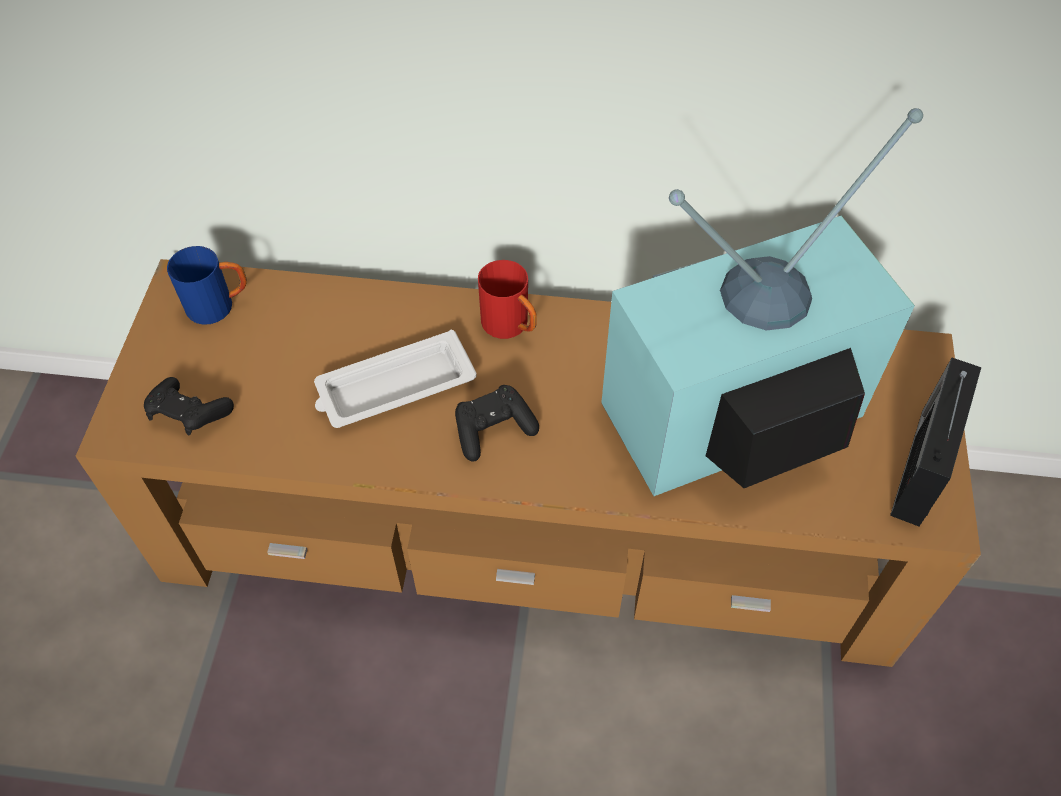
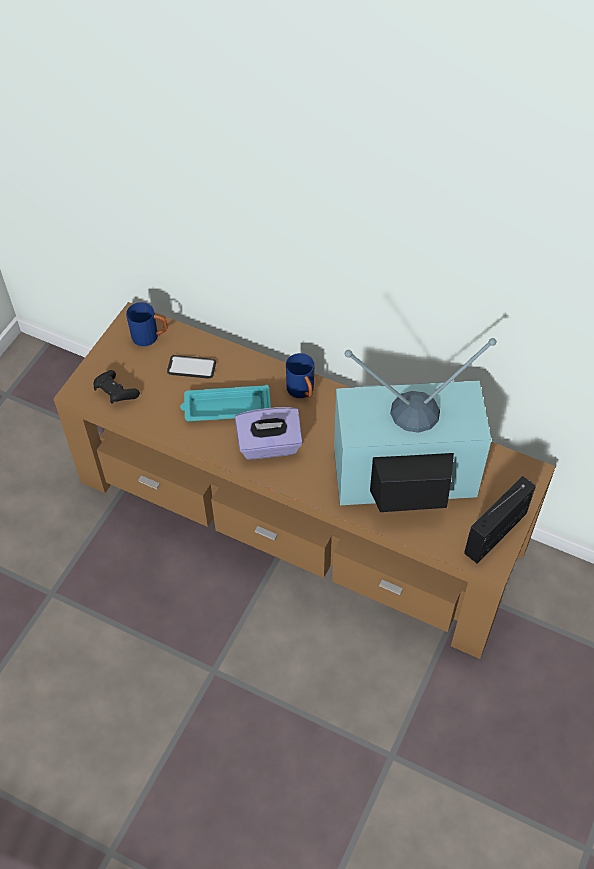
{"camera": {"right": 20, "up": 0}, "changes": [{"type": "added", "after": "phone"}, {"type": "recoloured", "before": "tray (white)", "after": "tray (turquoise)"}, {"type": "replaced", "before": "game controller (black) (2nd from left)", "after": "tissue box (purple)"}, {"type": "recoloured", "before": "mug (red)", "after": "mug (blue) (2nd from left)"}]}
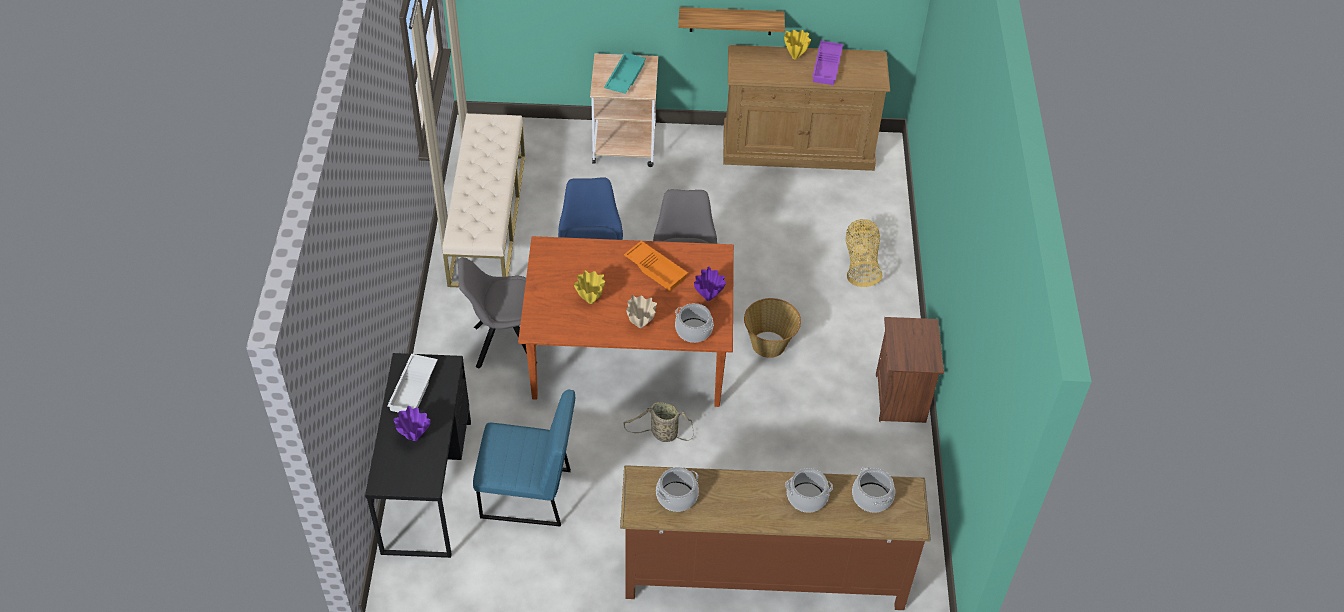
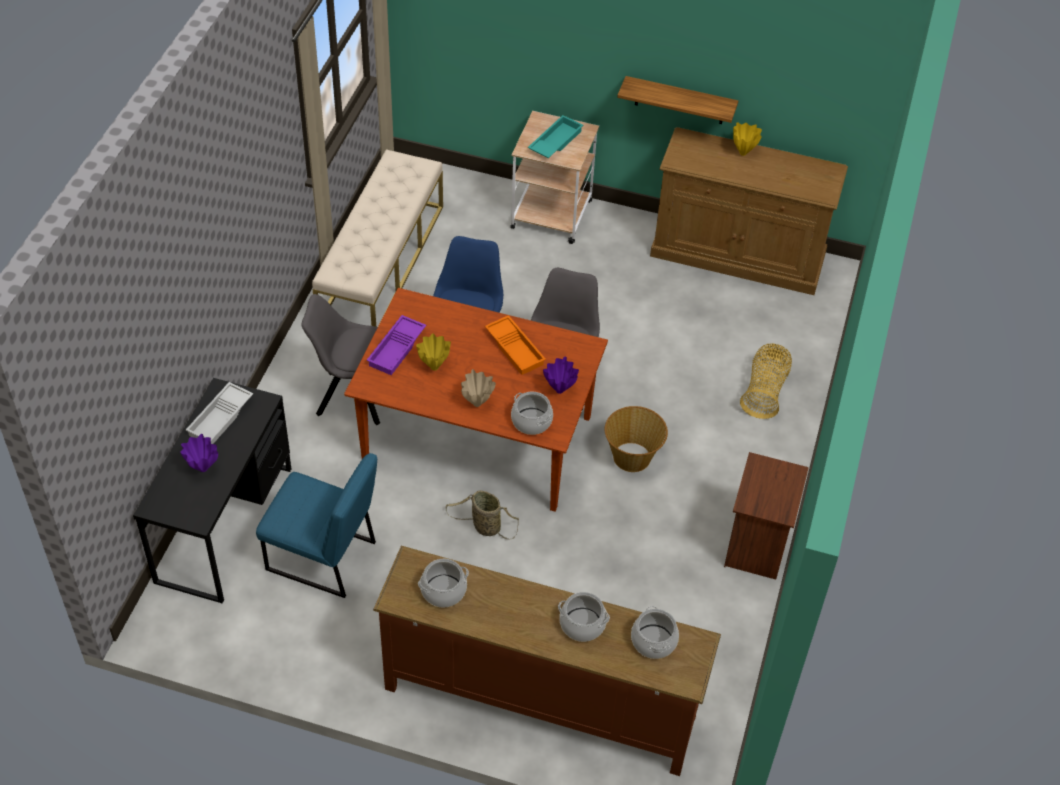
{"camera": {"right": 15, "up": 0}, "changes": [{"type": "moved", "before": "tray (purple)"}]}
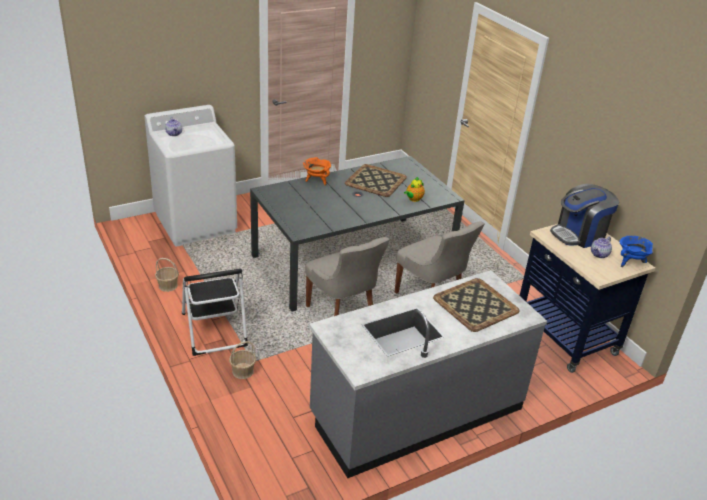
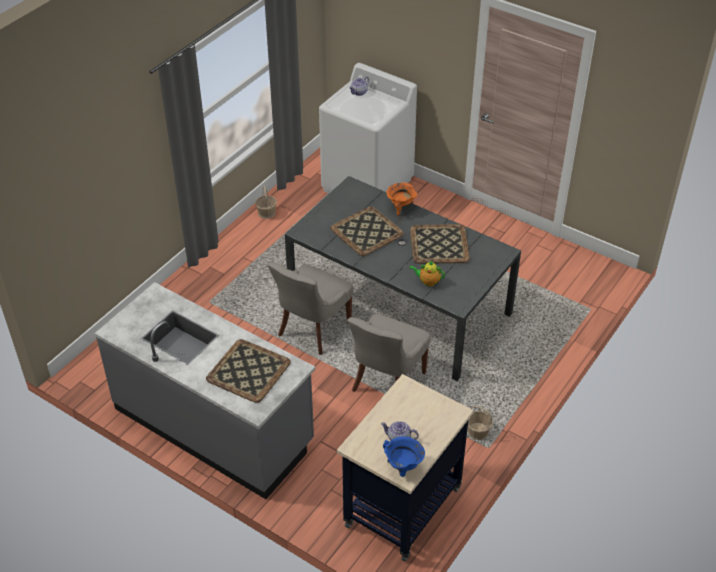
{"camera": {"right": 65, "up": 10}, "changes": [{"type": "added", "after": "tray (2nd from left)"}, {"type": "moved", "before": "basket (2nd from left)"}, {"type": "removed", "before": "step ladder"}, {"type": "removed", "before": "coffee machine"}]}
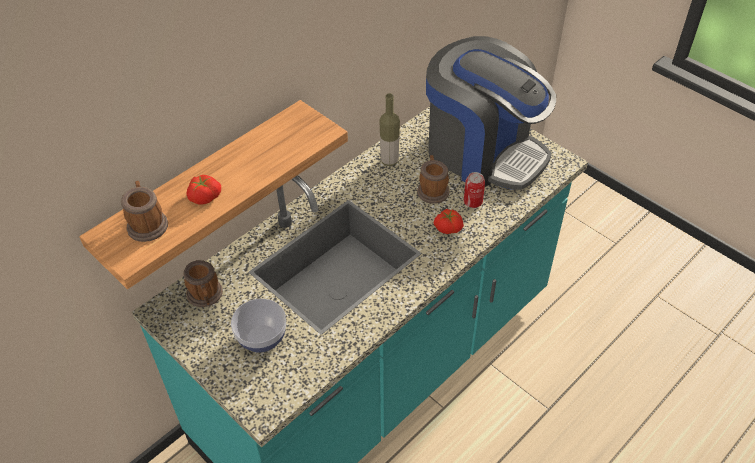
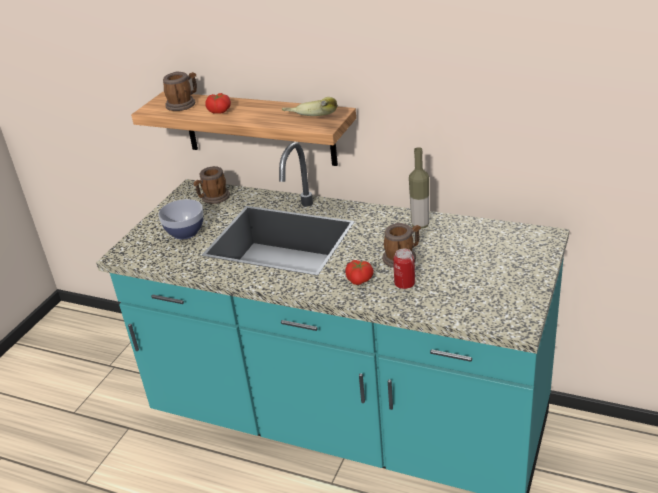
{"camera": {"right": 70, "up": -15}, "changes": [{"type": "added", "after": "banana"}, {"type": "removed", "before": "coffee machine"}]}
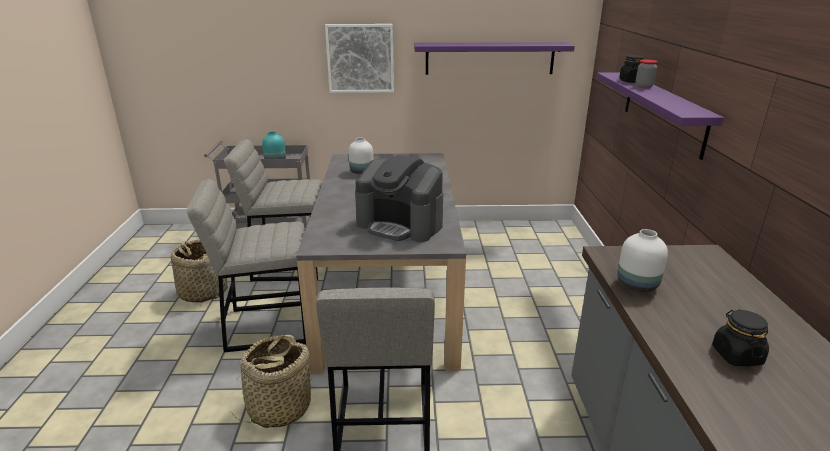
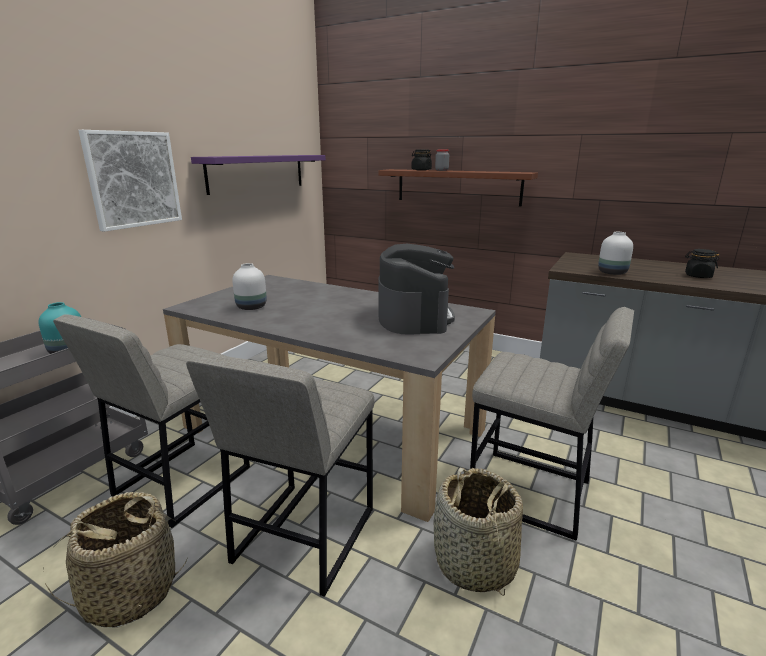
{"camera": {"right": -60, "up": -5}, "changes": [{"type": "recoloured", "before": "shelf (purple) (2nd from left)", "after": "shelf (brown)"}, {"type": "turned", "before": "coffee machine", "turn": -60}]}
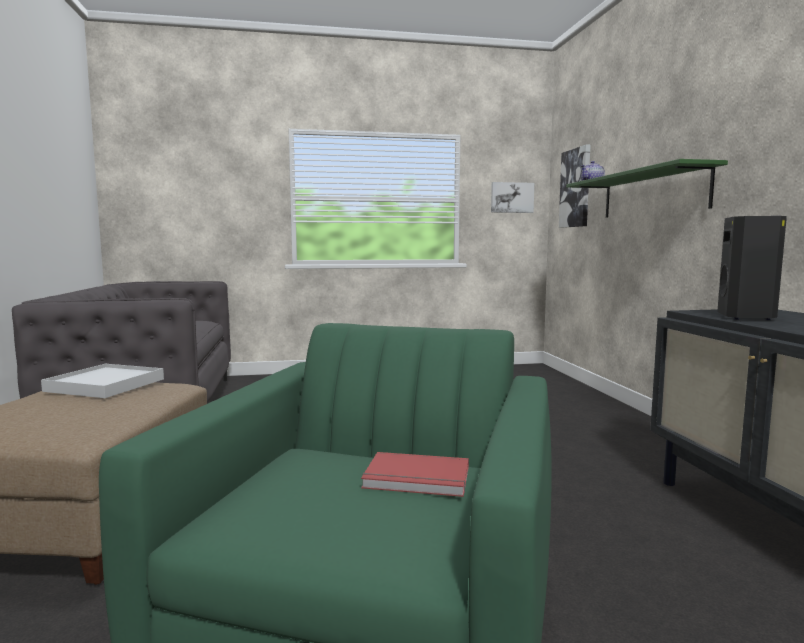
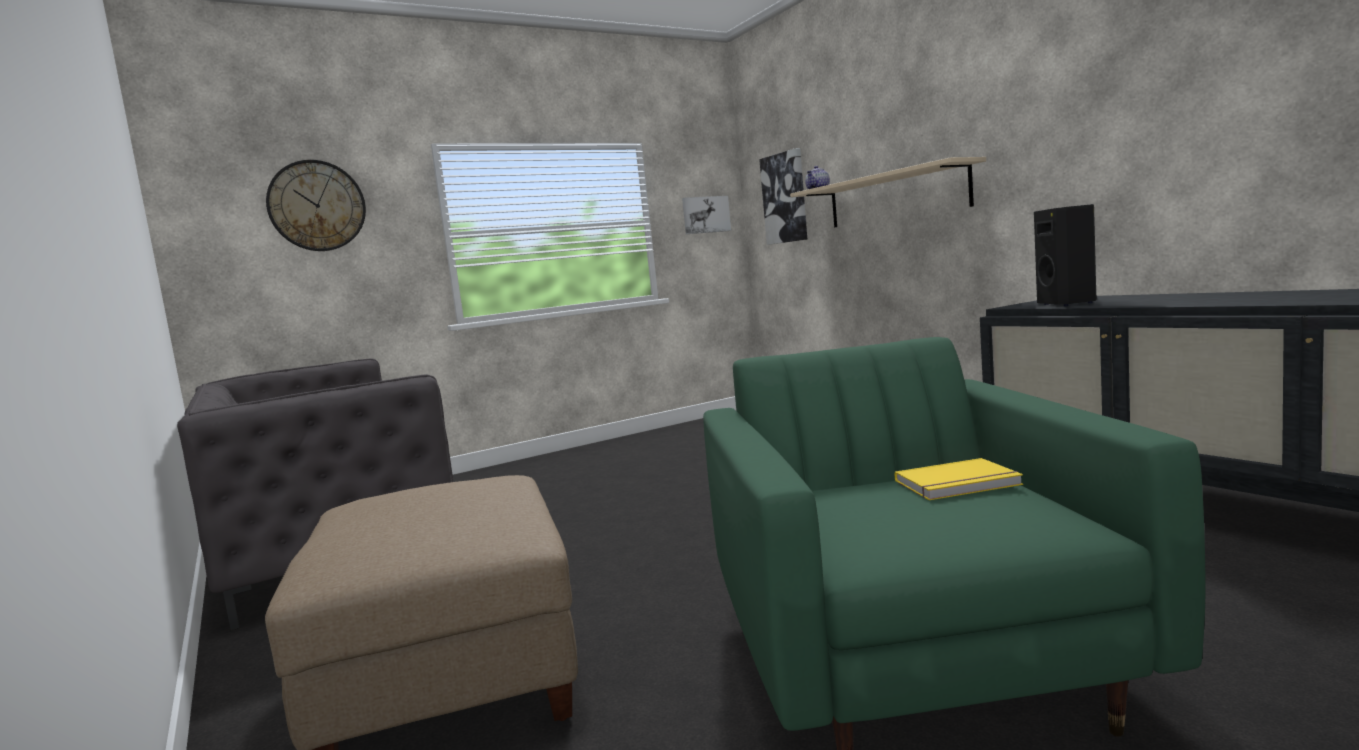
{"camera": {"right": -20, "up": 0}, "changes": [{"type": "added", "after": "wall clock"}, {"type": "recoloured", "before": "shelf (green)", "after": "shelf (beige)"}, {"type": "recoloured", "before": "book (red)", "after": "book (yellow)"}, {"type": "removed", "before": "tray (white)"}]}
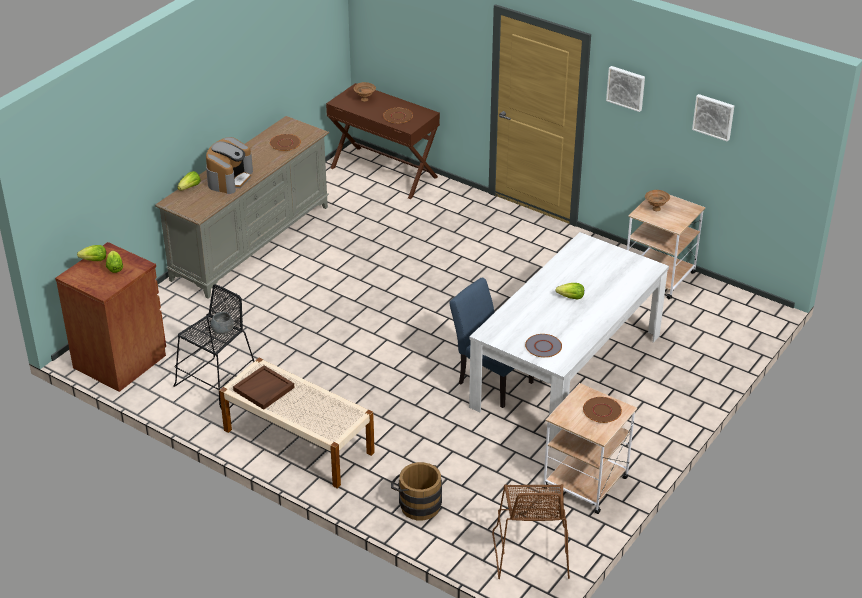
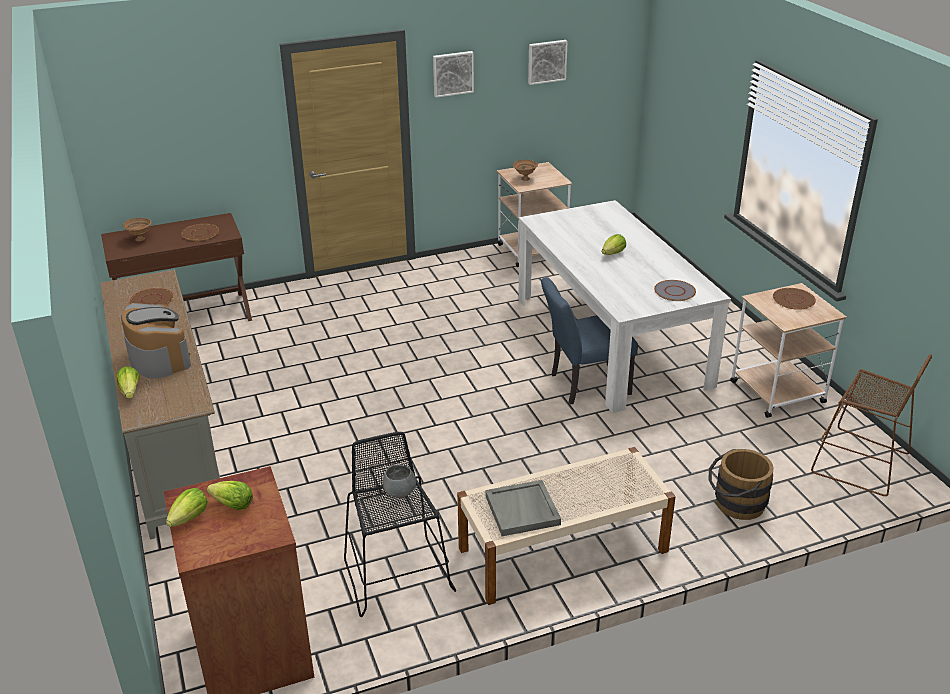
{"camera": {"right": -55, "up": -5}, "changes": [{"type": "recoloured", "before": "tray (brown)", "after": "tray (grey)"}]}
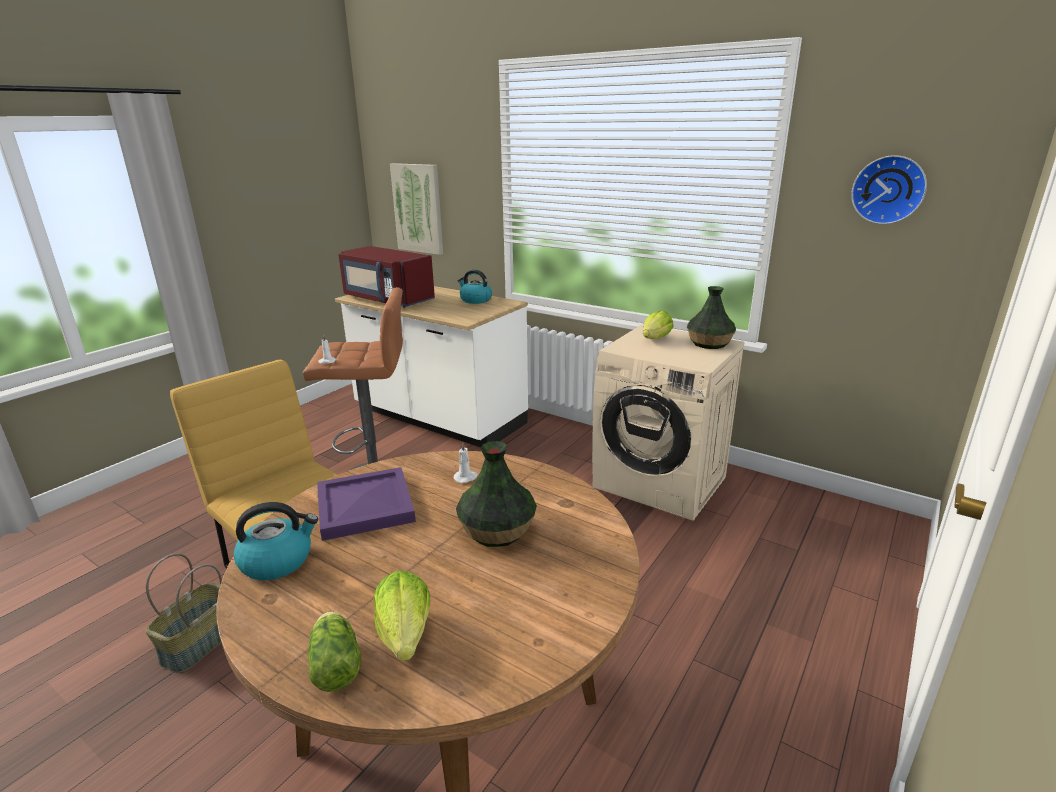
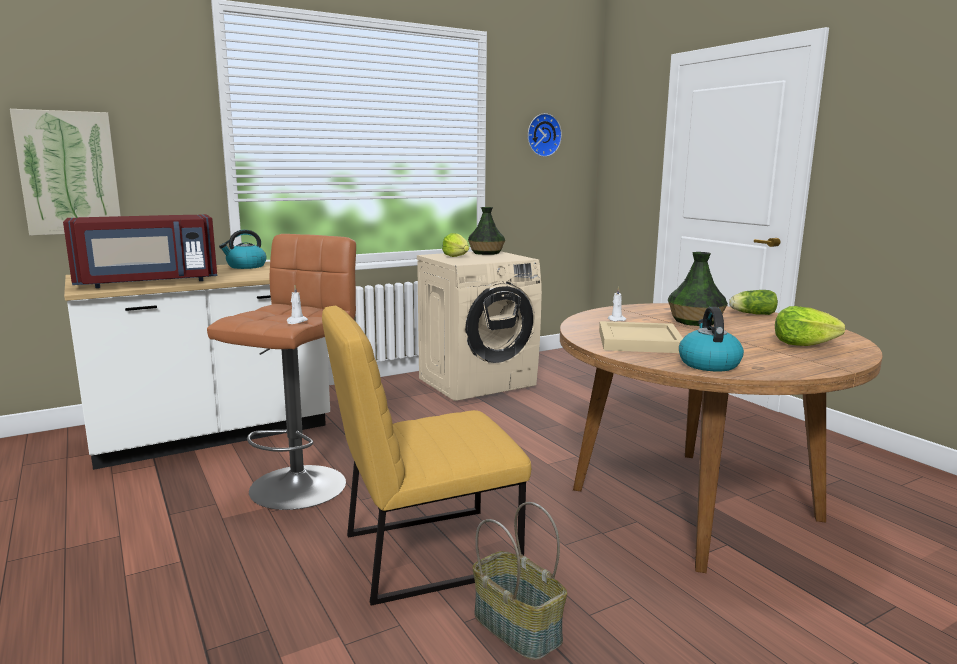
{"camera": {"right": -65, "up": -10}, "changes": [{"type": "recoloured", "before": "tray (purple)", "after": "tray (beige)"}, {"type": "moved", "before": "lettuce (1st from left in the first image)", "after": "lettuce (2nd from left)"}]}
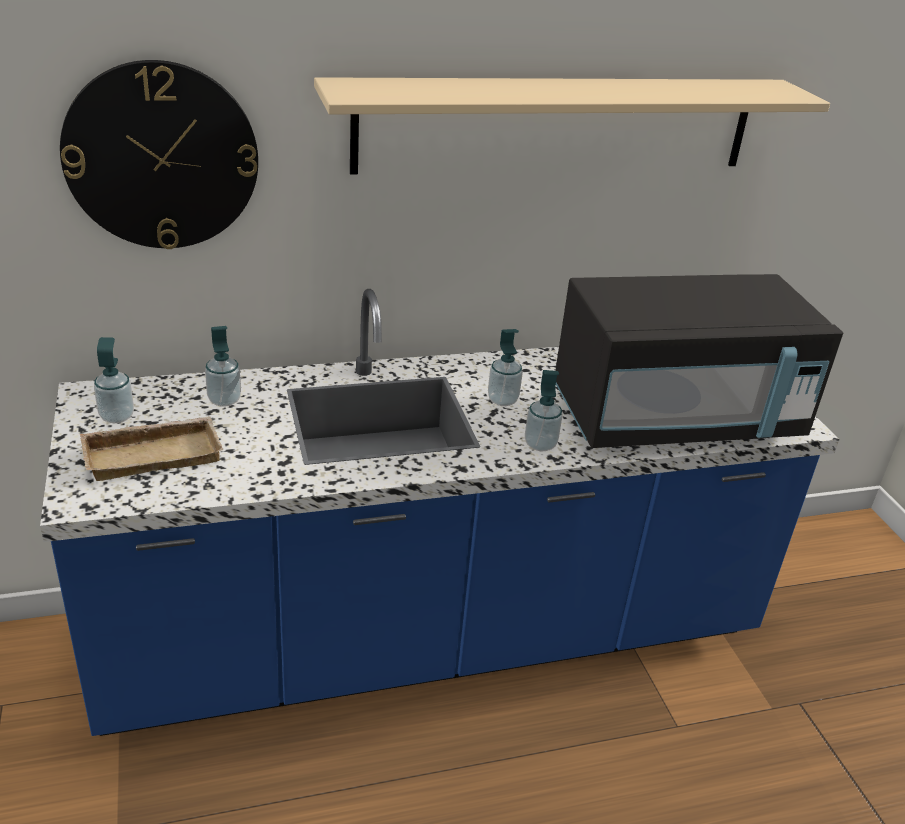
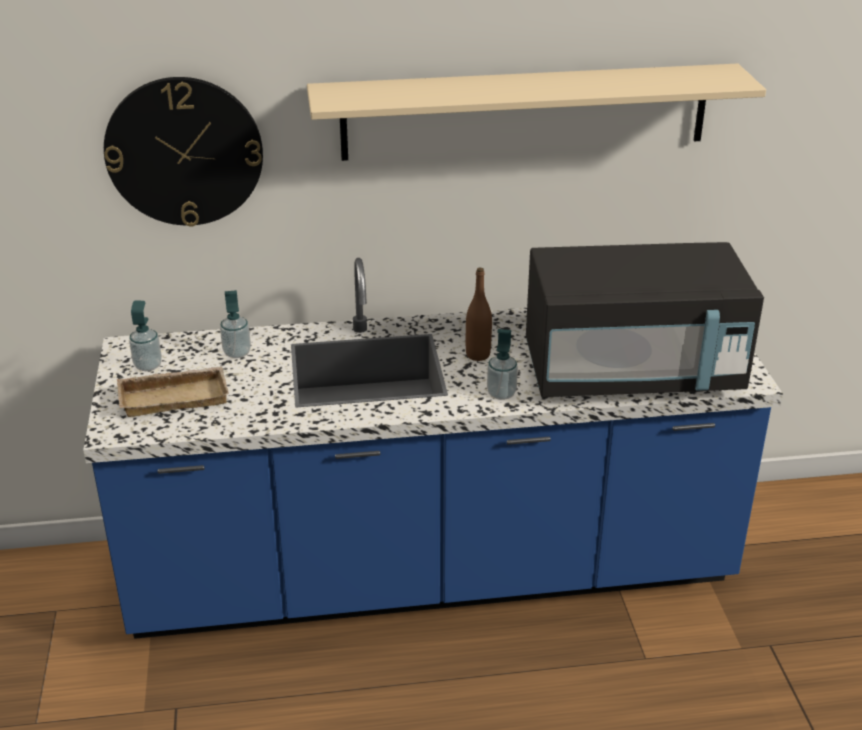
{"camera": {"right": 10, "up": 0}, "changes": [{"type": "replaced", "before": "soap dispenser (3rd from left)", "after": "bottle (brown)"}]}
